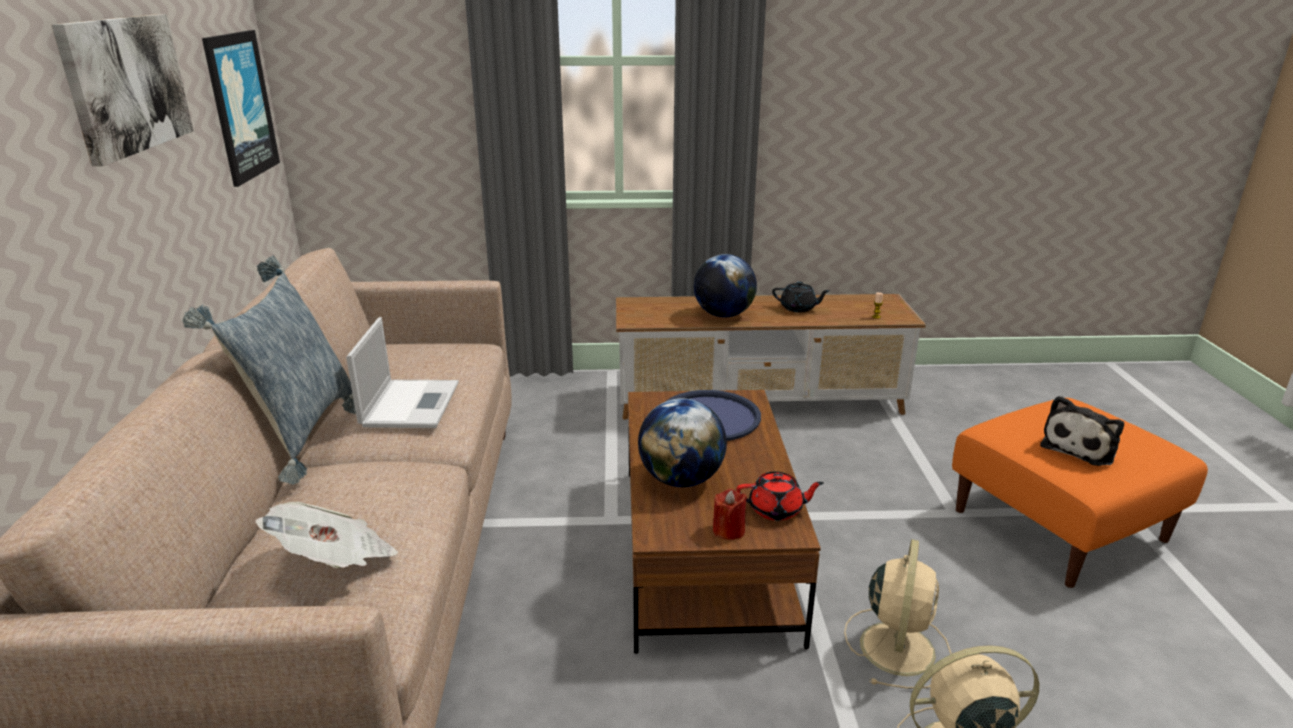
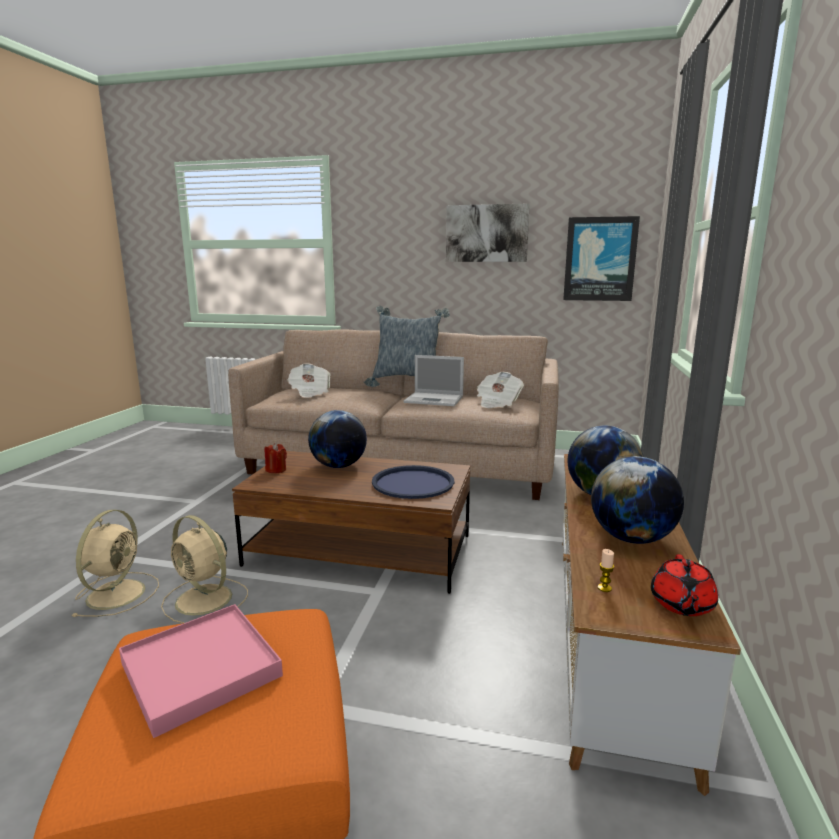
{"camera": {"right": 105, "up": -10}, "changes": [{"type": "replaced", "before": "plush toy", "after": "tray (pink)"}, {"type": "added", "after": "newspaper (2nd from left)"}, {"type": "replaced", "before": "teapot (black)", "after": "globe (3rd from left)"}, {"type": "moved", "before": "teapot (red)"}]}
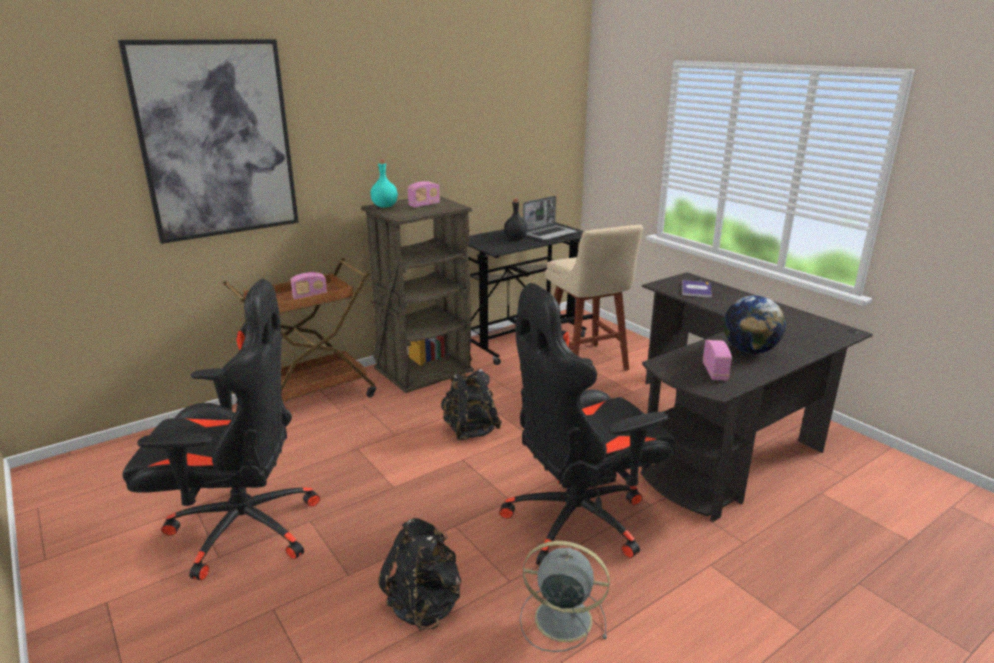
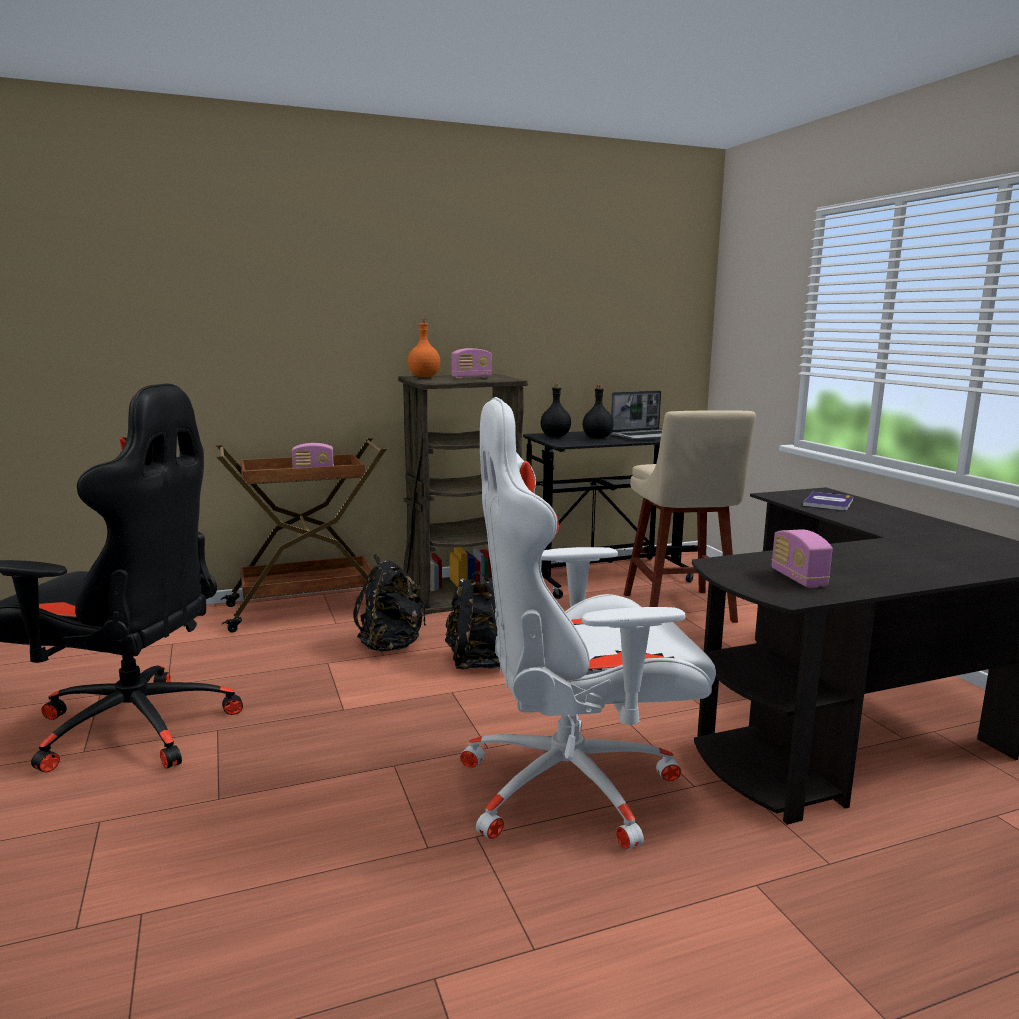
{"camera": {"right": 15, "up": -10}, "changes": [{"type": "moved", "before": "backpack (black) (1st from left)"}, {"type": "recoloured", "before": "bottle (turquoise)", "after": "bottle (orange)"}, {"type": "recoloured", "before": "office chair (black) (2nd from left)", "after": "office chair (white)"}, {"type": "added", "after": "bottle (black) (1st from left)"}, {"type": "turned", "before": "radio (3rd from left)", "turn": 150}, {"type": "removed", "before": "picture"}, {"type": "removed", "before": "fan (grey)"}, {"type": "removed", "before": "globe"}]}
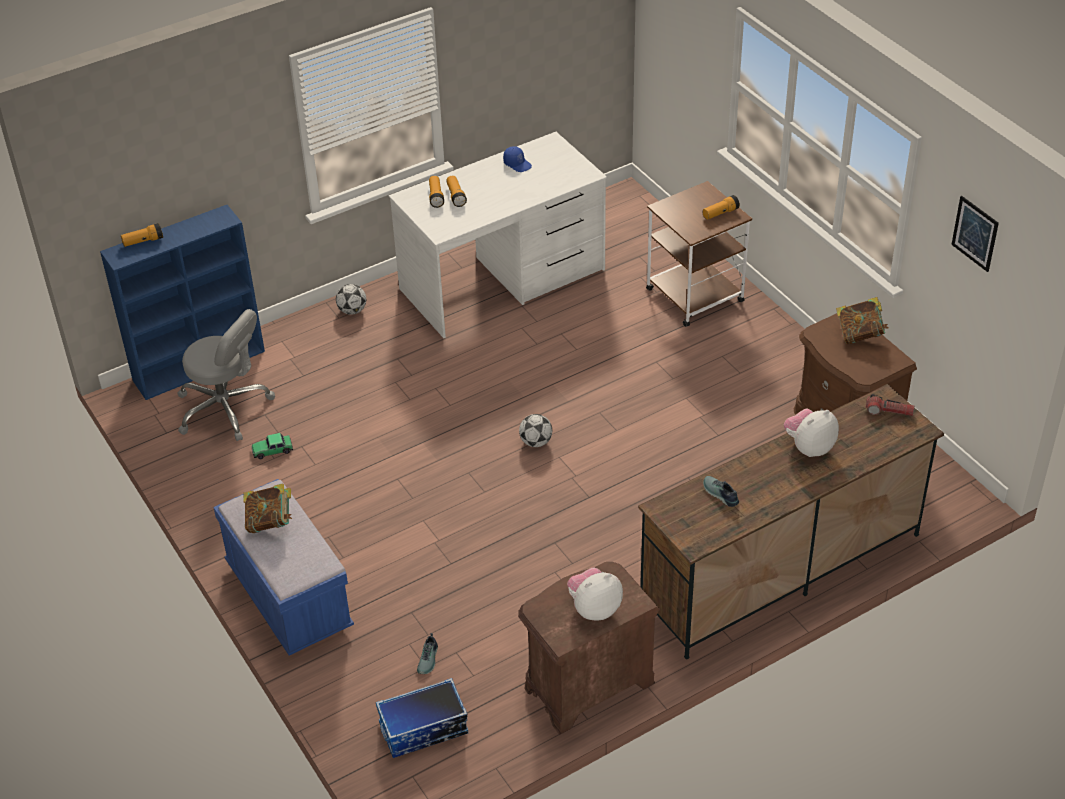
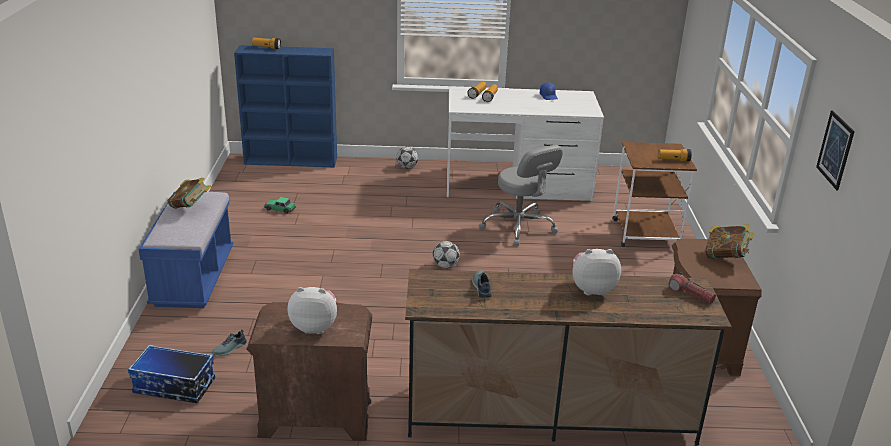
{"camera": {"right": 30, "up": -15}, "changes": [{"type": "moved", "before": "office chair (grey)"}]}
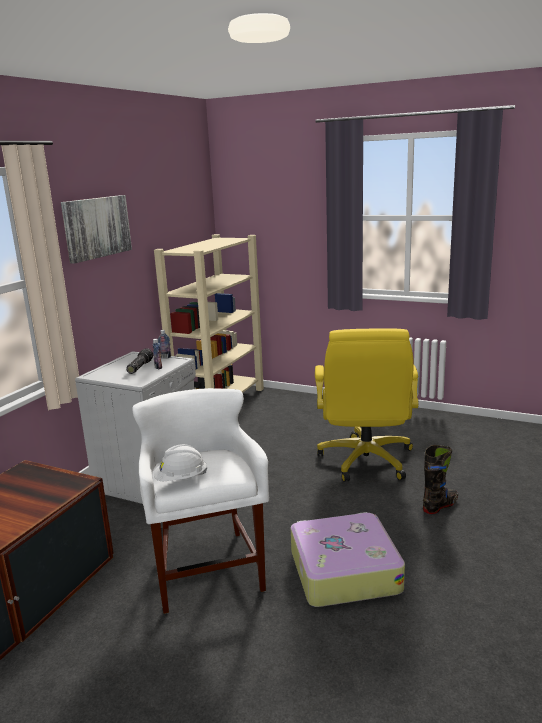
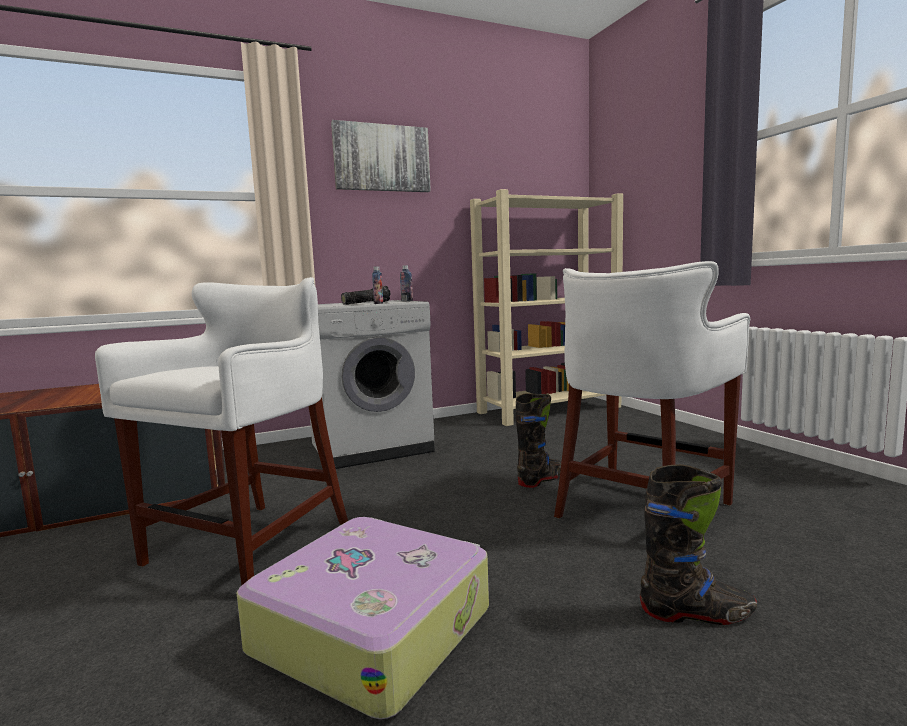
{"camera": {"right": 40, "up": -10}, "changes": [{"type": "added", "after": "boot (black) (1st from left)"}, {"type": "replaced", "before": "office chair (yellow)", "after": "stool (white) (2nd from left)"}, {"type": "removed", "before": "hard hat (white)"}]}
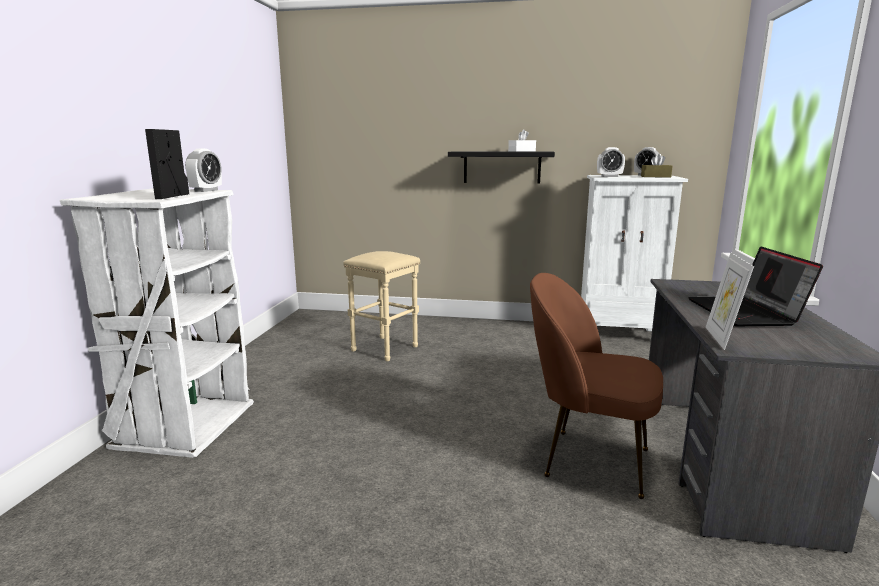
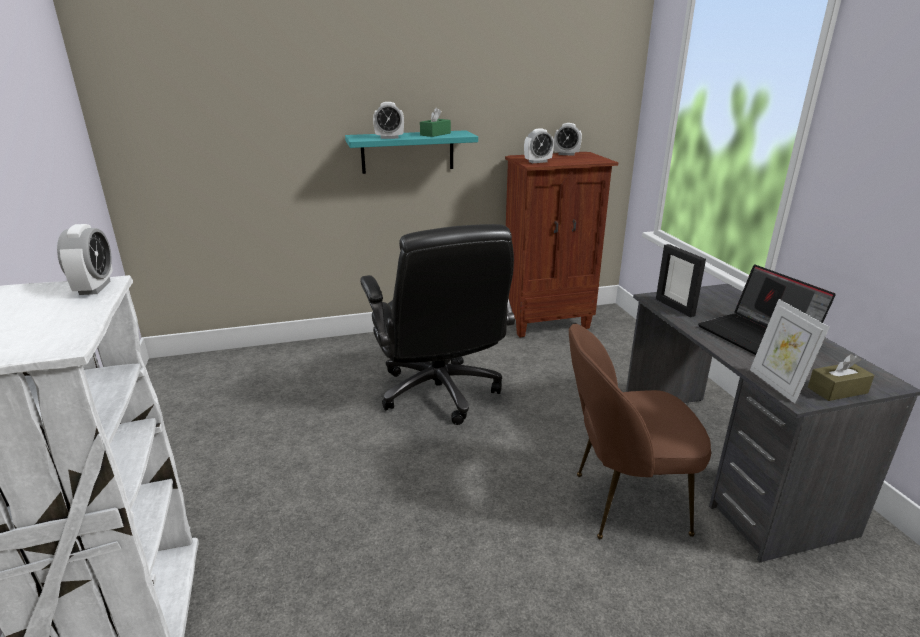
{"camera": {"right": -25, "up": 10}, "changes": [{"type": "recoloured", "before": "shelf (black)", "after": "shelf (turquoise)"}, {"type": "added", "after": "office chair (black)"}, {"type": "added", "after": "alarm clock (2nd from left)"}, {"type": "recoloured", "before": "tissue box (white)", "after": "tissue box (green)"}, {"type": "recoloured", "before": "cabinet (white)", "after": "cabinet (brown)"}, {"type": "moved", "before": "picture frame (1st from left)"}, {"type": "moved", "before": "tissue box (brown)"}, {"type": "removed", "before": "stool (beige)"}]}
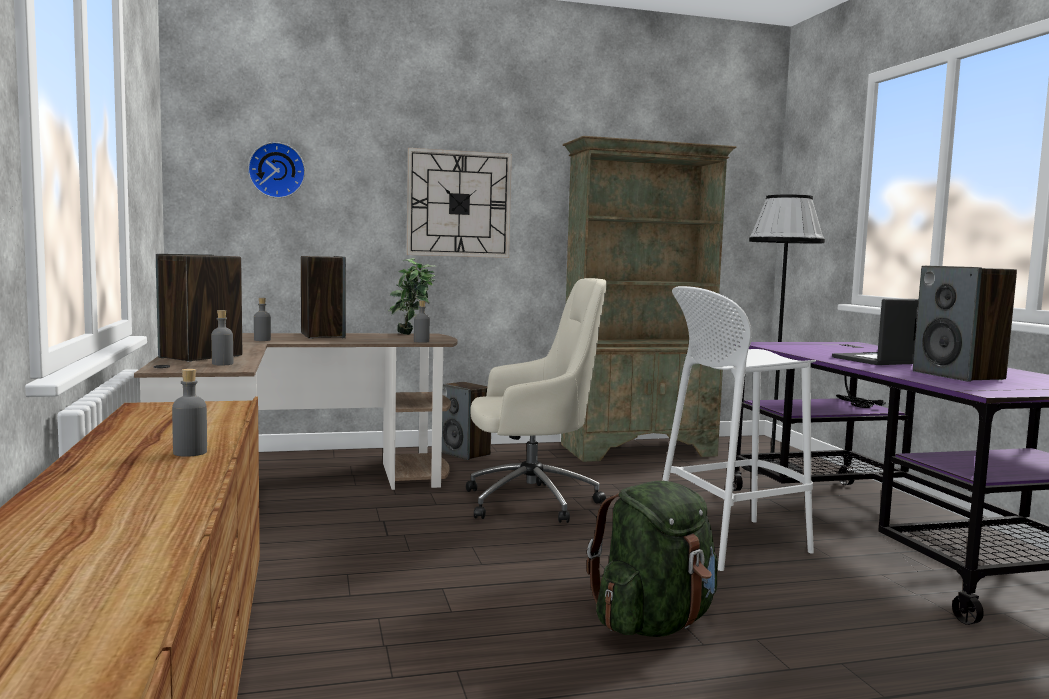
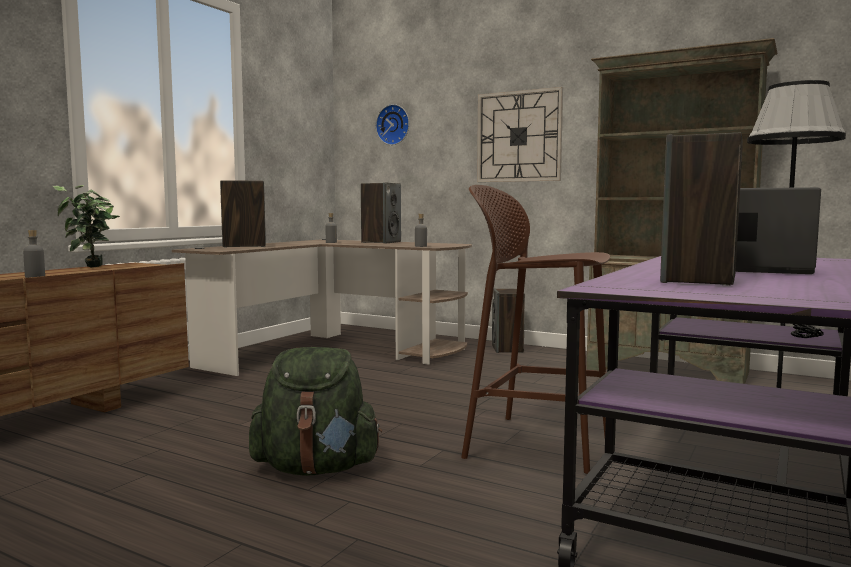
{"camera": {"right": 45, "up": 0}, "changes": [{"type": "moved", "before": "potted plant"}, {"type": "recoloured", "before": "stool (white)", "after": "stool (brown)"}, {"type": "removed", "before": "bottle (grey) (2nd from left)"}, {"type": "removed", "before": "office chair (beige)"}]}
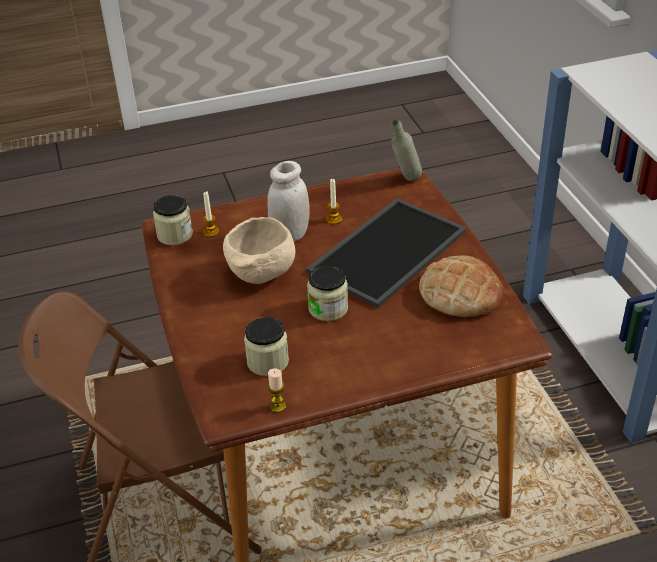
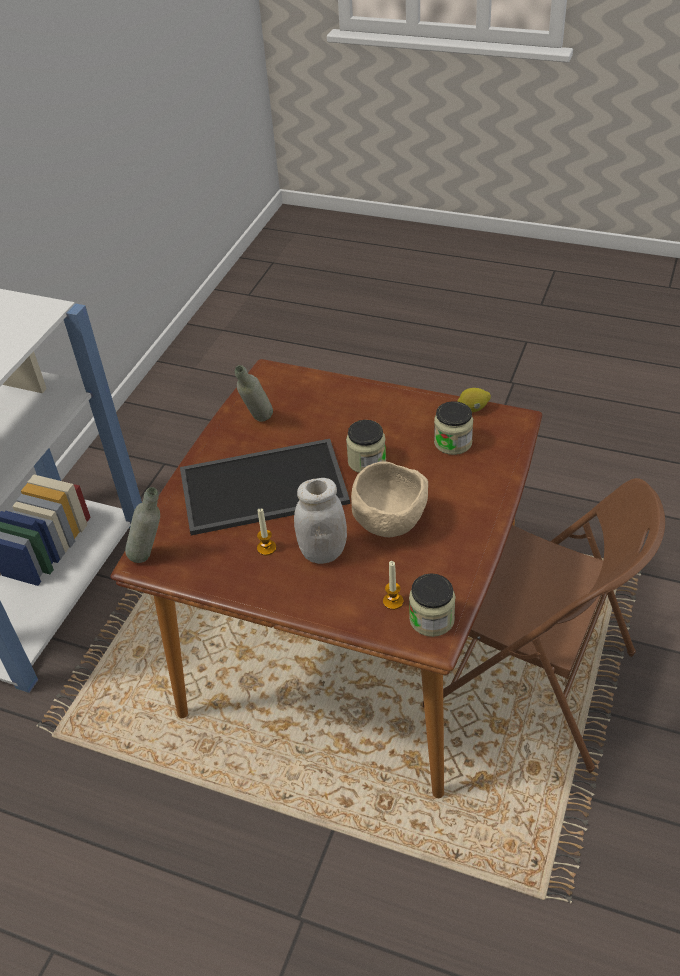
{"camera": {"right": -140, "up": 5}, "changes": [{"type": "replaced", "before": "bread", "after": "bottle (grey) (2nd from left)"}, {"type": "replaced", "before": "candle (2nd from left)", "after": "lemon"}]}
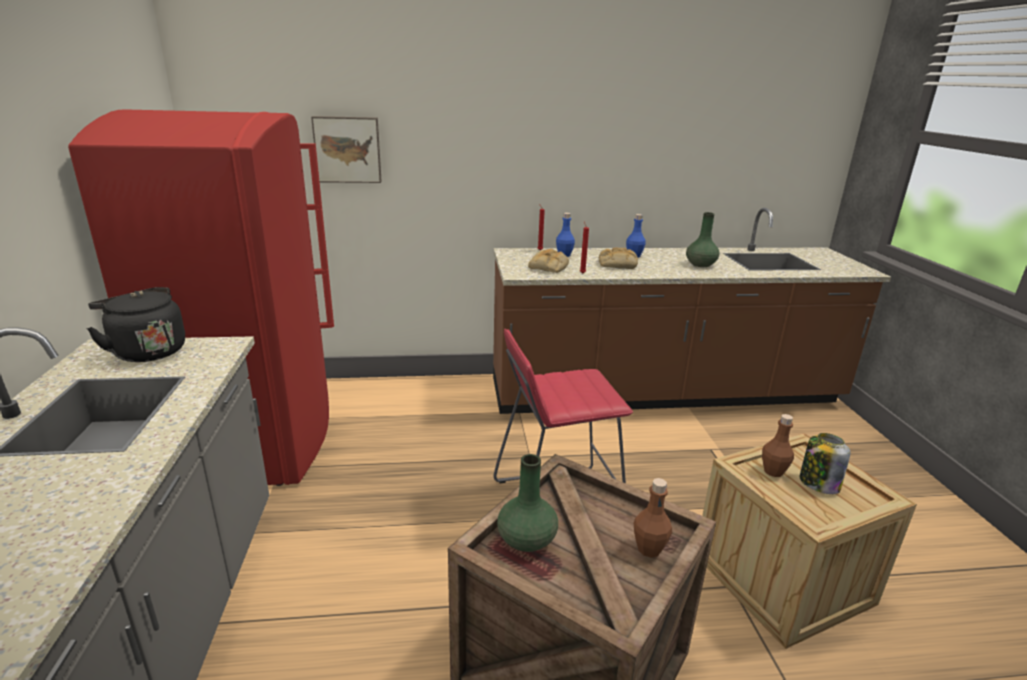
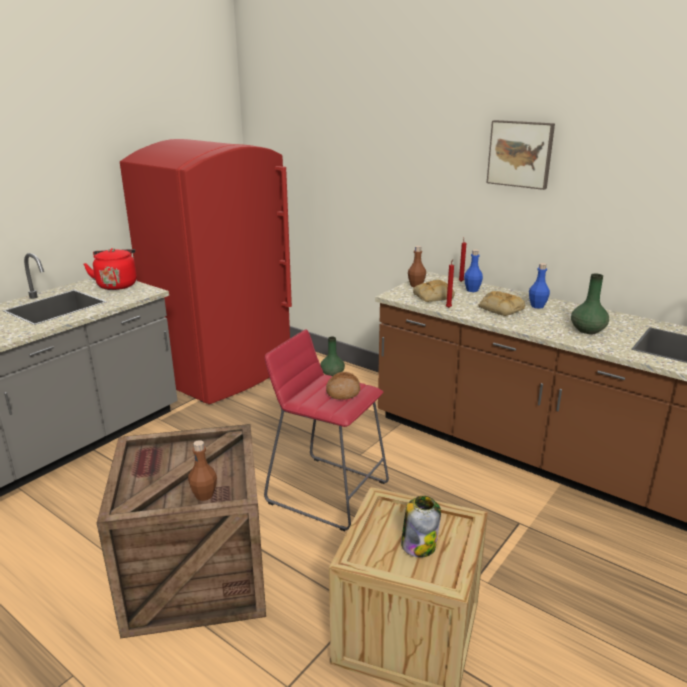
{"camera": {"right": 45, "up": 0}, "changes": [{"type": "recoloured", "before": "kettle (black)", "after": "kettle (red)"}, {"type": "moved", "before": "vase (green) (1st from left)"}, {"type": "added", "after": "bread (1st from left)"}, {"type": "moved", "before": "bottle (brown) (2nd from left)"}, {"type": "moved", "before": "picture"}]}
